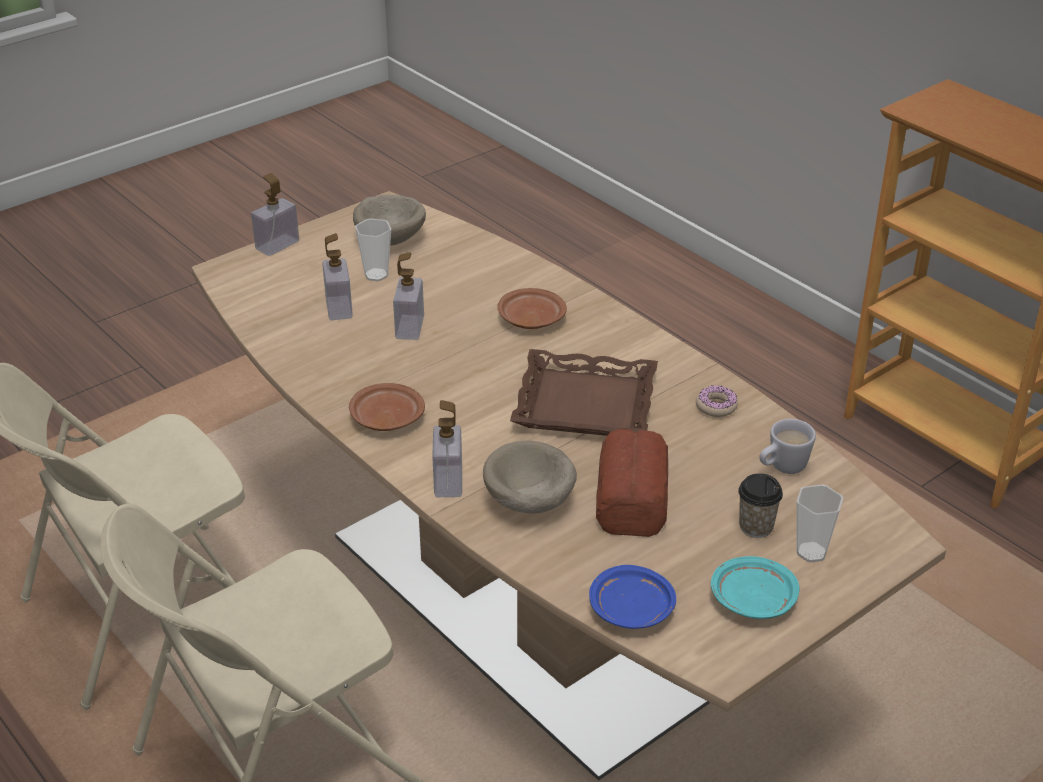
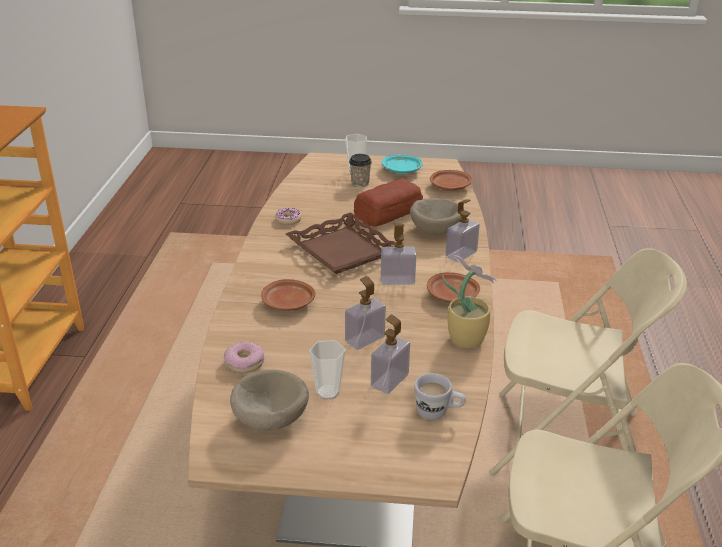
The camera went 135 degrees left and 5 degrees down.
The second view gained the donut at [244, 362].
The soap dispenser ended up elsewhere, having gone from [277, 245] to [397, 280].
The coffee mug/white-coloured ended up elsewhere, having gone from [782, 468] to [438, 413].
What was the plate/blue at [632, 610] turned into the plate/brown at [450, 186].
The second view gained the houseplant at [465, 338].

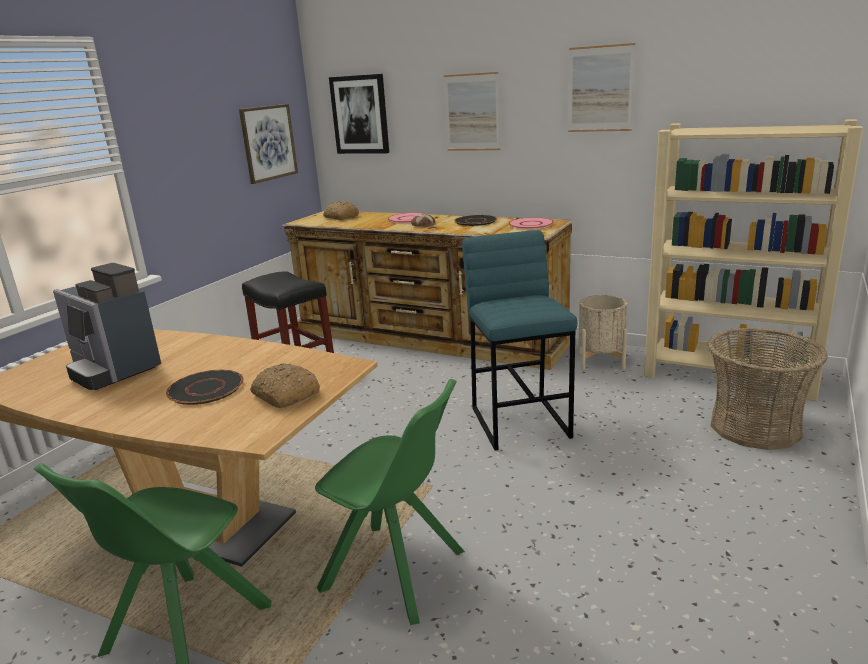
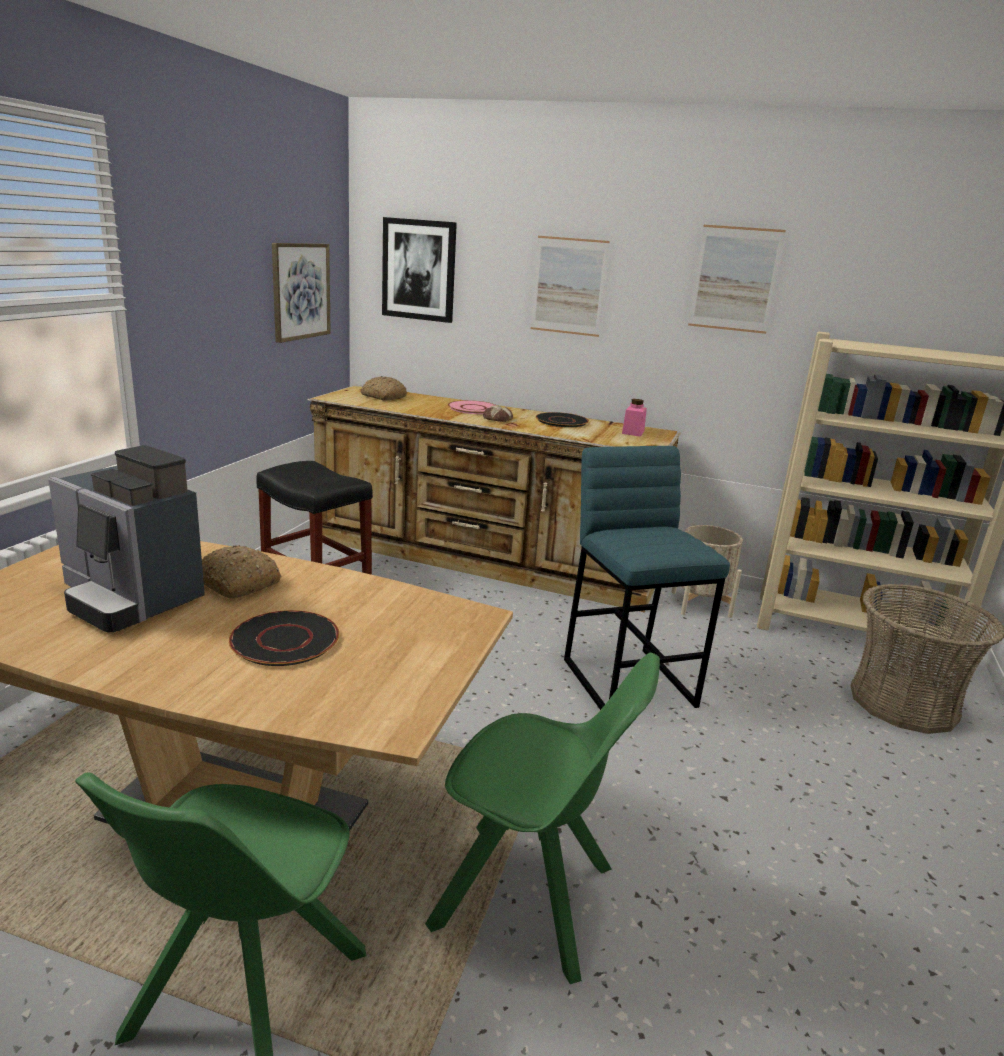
The camera went 10 degrees left and 0 degrees up.
The baked bread ended up elsewhere, having gone from [285, 395] to [236, 583].
Where the plate/pink-coloured stood at [530, 224], the preserve jar/pink-coloured came to stand at [633, 432].

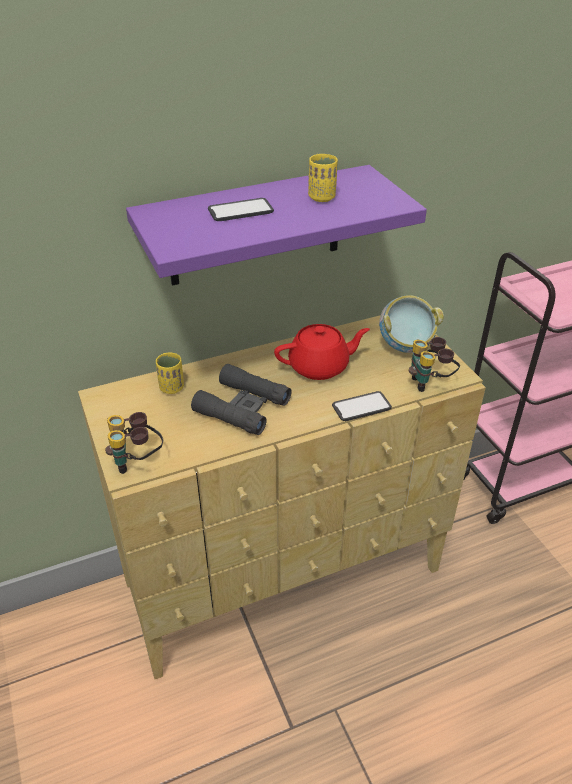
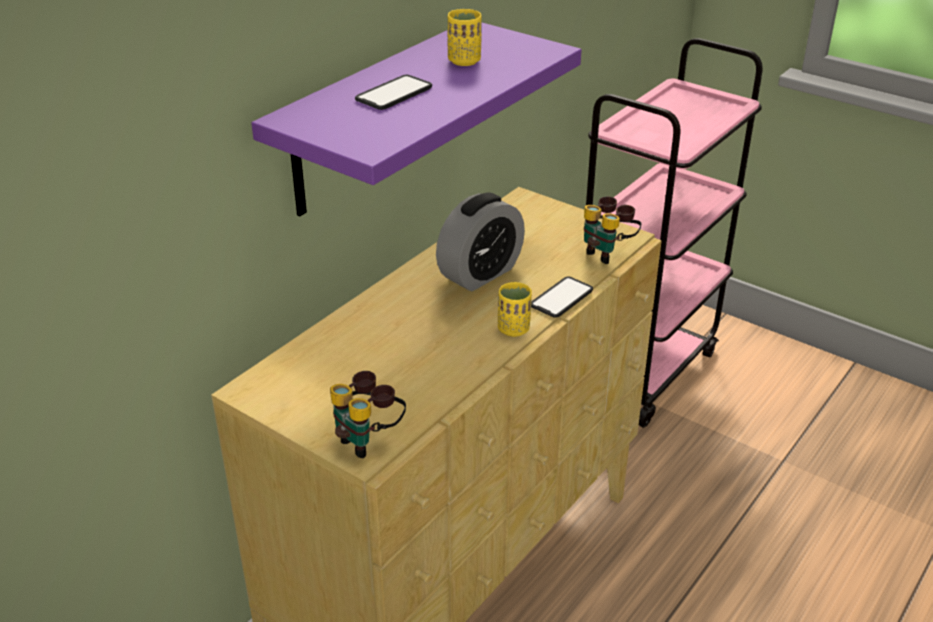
The camera went 30 degrees left and 5 degrees down.
Where the teapot/red-coloured stood at [320, 367], the alarm clock came to stand at [480, 273].
The cup/yellow-coloured ended up elsewhere, having gone from [172, 388] to [513, 329].
The second view lost the pair of binoculars/black-coloured at [242, 407].
The second view lost the serving bowl at [405, 346].

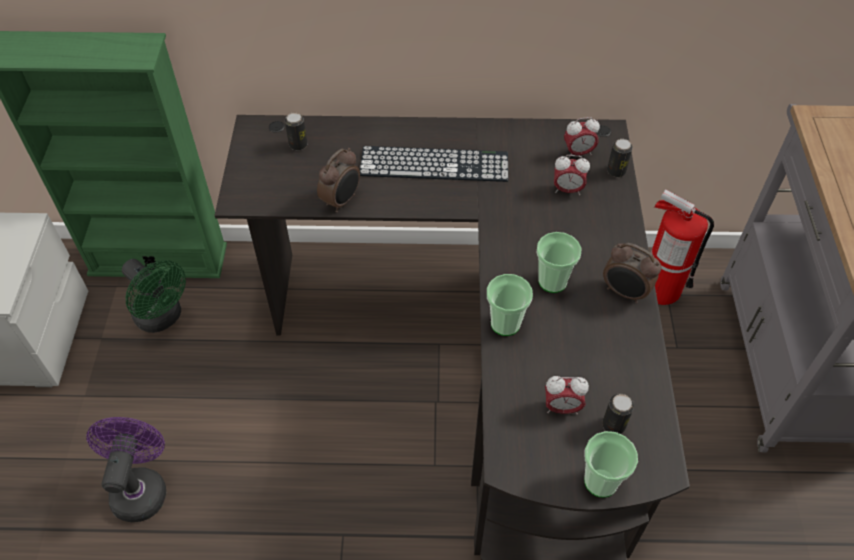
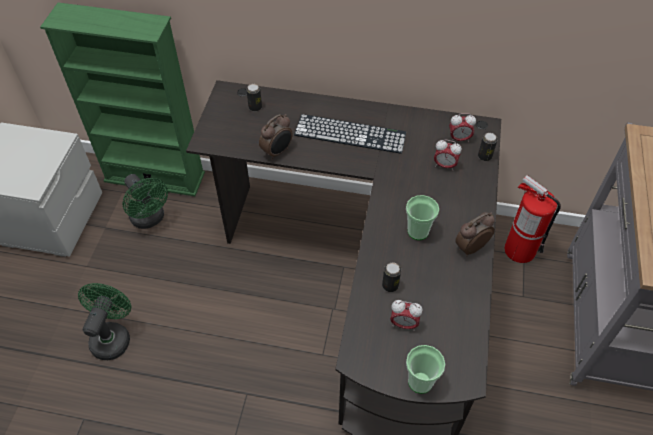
The camera went 10 degrees right and 0 degrees up.
What was the fan/purplish at [141, 487] turned into the fan/green at [113, 336].
The metal can ended up elsewhere, having gone from [613, 425] to [390, 285].
The alarm clock at [624, 292] ended up facing another way, 105 degrees clockwise from before.
The second view lost the cup at [505, 323].

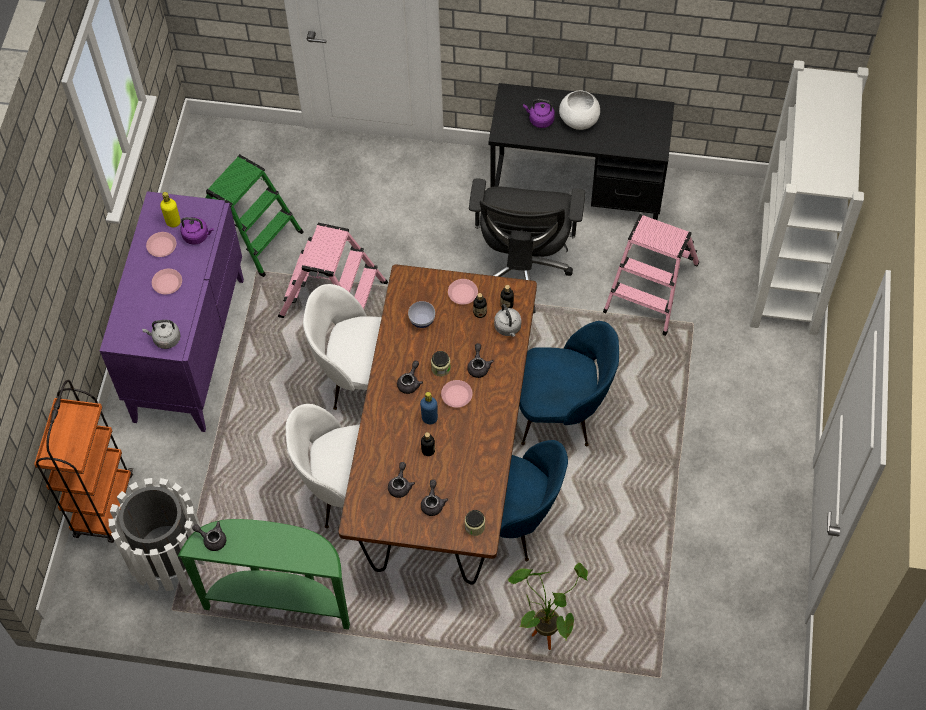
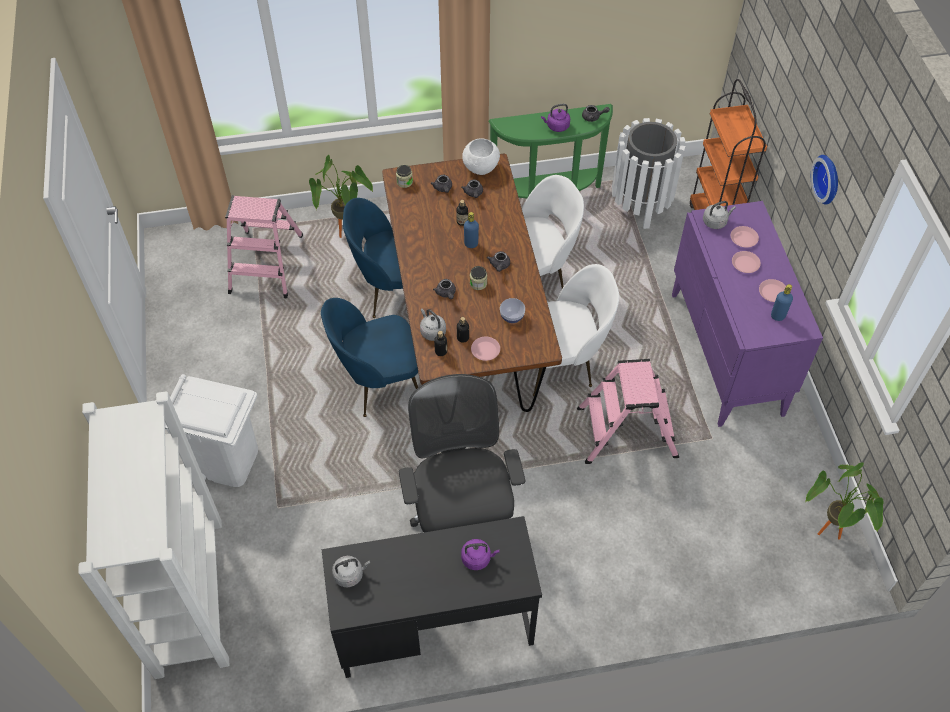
The camera went 160 degrees right and 5 degrees down.
The second view gained the rubbish bin/white-coloured at [227, 461].
The stepladder/pink-coloured ended up elsewhere, having gone from [651, 287] to [266, 263].
The second view gained the kettle/gray at [350, 575].
The serving bowl/white-coloured ended up elsewhere, having gone from [578, 121] to [481, 167].
The kettle/purplish ended up elsewhere, having gone from [197, 236] to [556, 126].
The plate/pink-coloured ended up elsewhere, having gone from [457, 395] to [743, 239].
What was the beverage bottle/yellow-coloured at [173, 222] turned into the beverage bottle/blue at [778, 316].
The second view gained the houseplant at [827, 536].
The second view gained the wall clock at [828, 179].
The second view lost the stepladder/green at [247, 232].

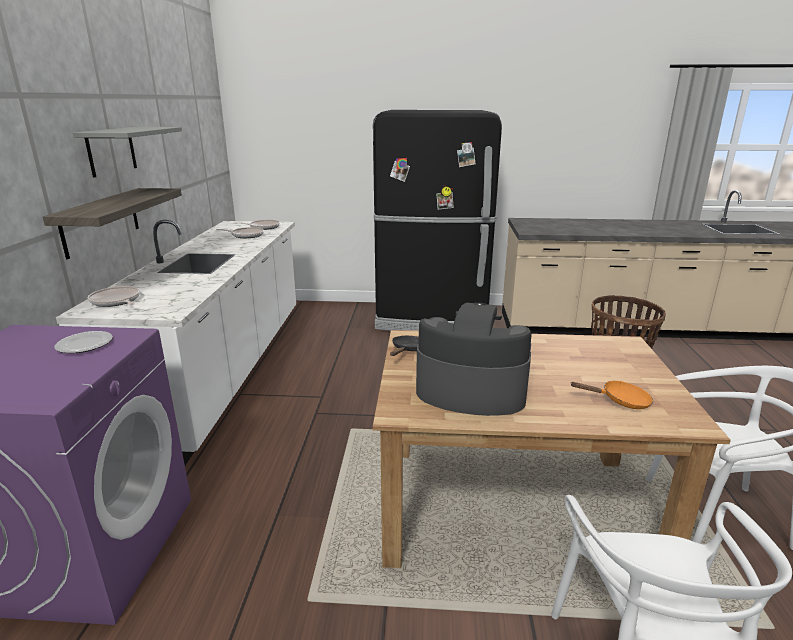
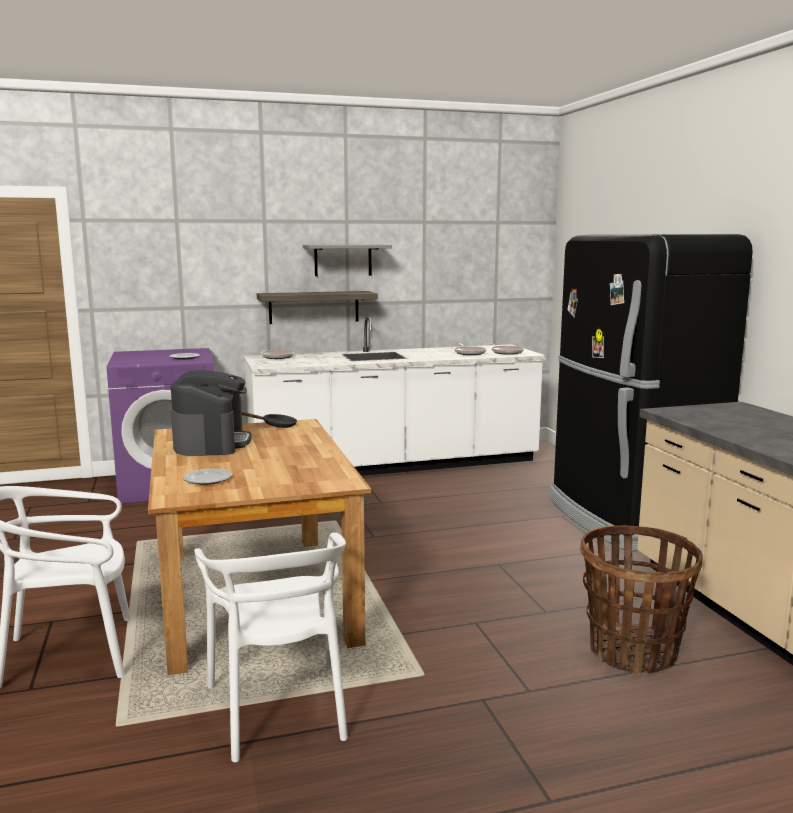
The camera went 70 degrees right and 10 degrees down.
Where the frying pan/orange-coloured stood at [620, 401], the plate came to stand at [207, 479].

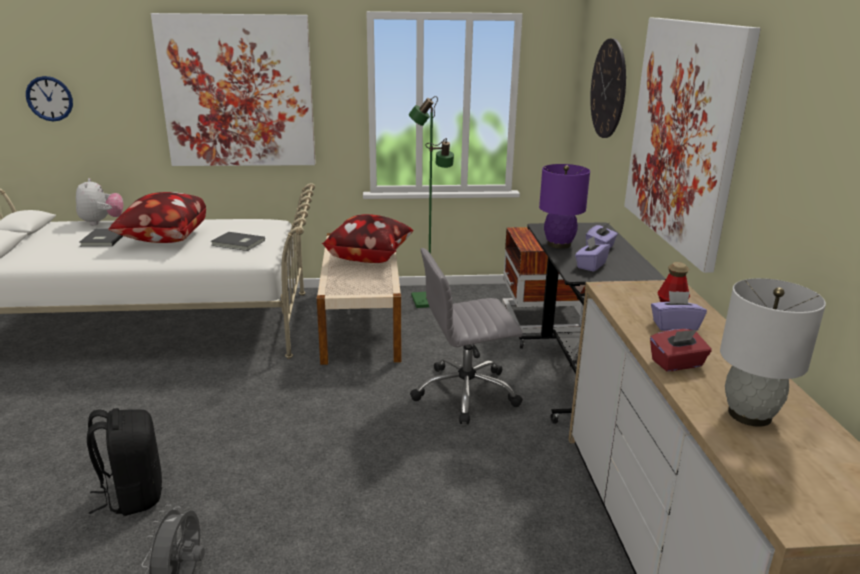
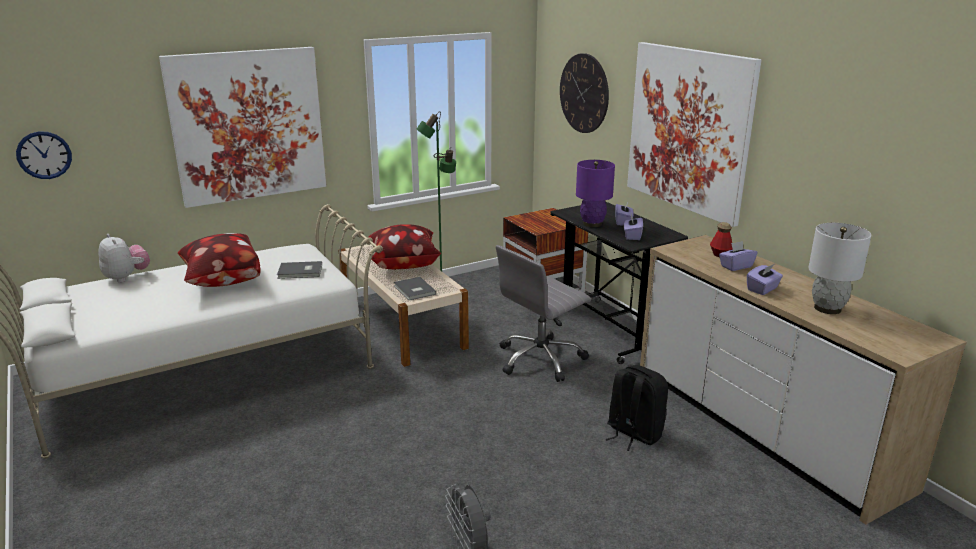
The camera went 25 degrees left and 0 degrees up.
The book/gray ended up elsewhere, having gone from [103, 239] to [414, 290].
The rucksack/black-coloured ended up elsewhere, having gone from [133, 495] to [633, 433].
What was the tissue box/red-coloured at [677, 364] turned into the tissue box/purplish at [762, 289].

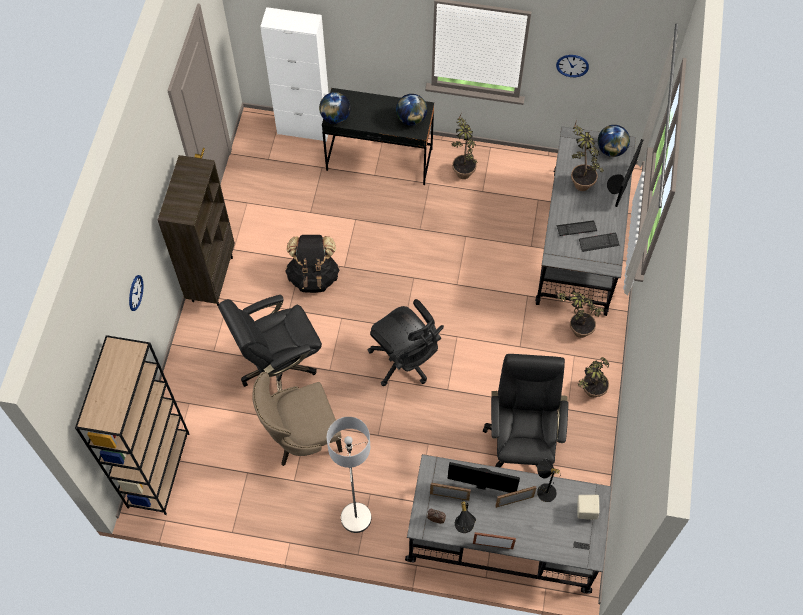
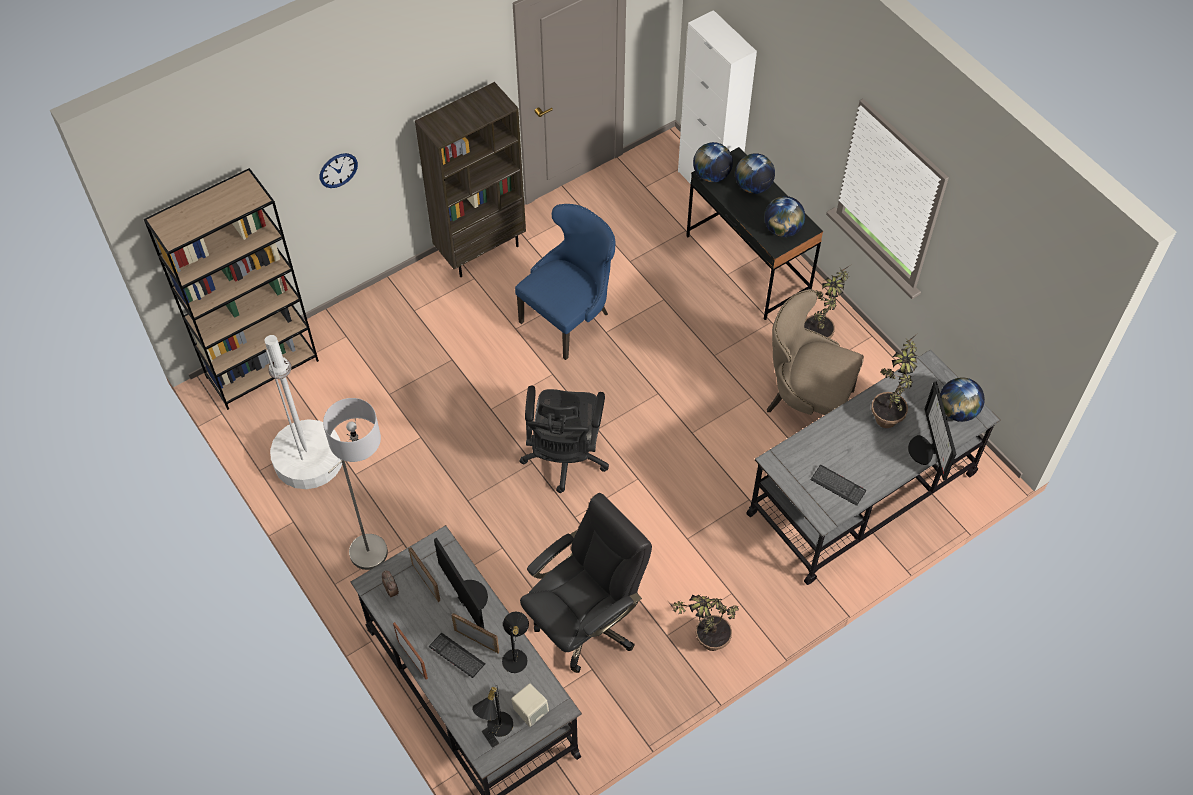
The camera went 45 degrees right and 5 degrees down.
The second view gained the standing lamp/white-coloured at [308, 459].
The PC keyboard ended up elsewhere, having gone from [576, 228] to [457, 656].
The lamp for a table/black-coloured ended up elsewhere, having gone from [464, 527] to [495, 727].
Where the rucksack/black-coloured stood at [313, 276], the chair/blue came to stand at [569, 318].
The second view gained the world globe at [753, 186].
The chair/beige-coloured ended up elsewhere, having gone from [301, 438] to [805, 403].
The computer display at [618, 185] ended up facing another way, 75 degrees counterclockwise from before.
The second view lost the office chair/black-coloured at [279, 367].
The second view lost the houseplant at [575, 329].
The second view lost the wall clock at [572, 65].

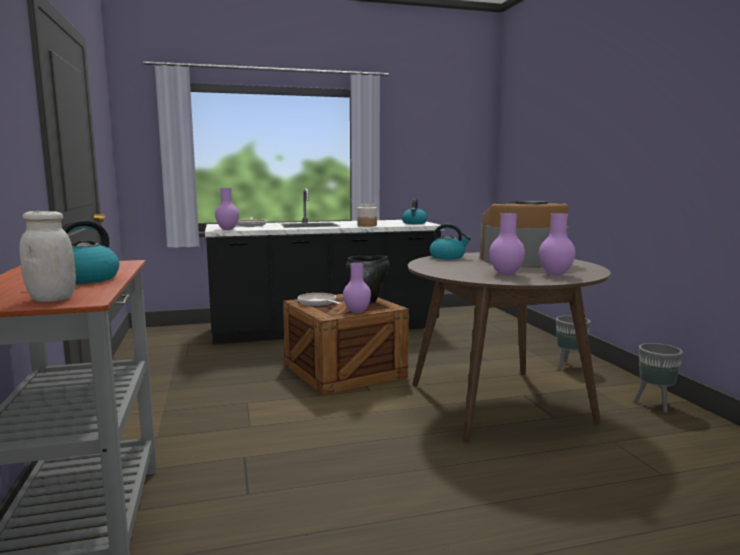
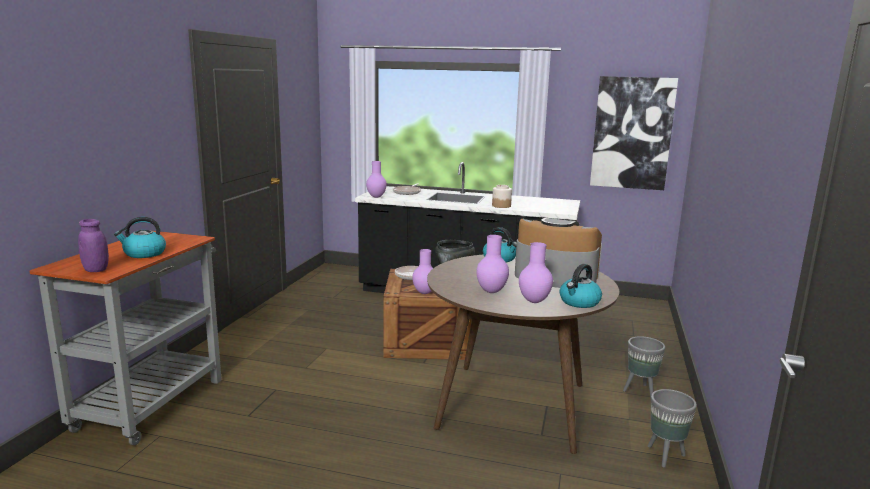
The camera went 30 degrees right and 5 degrees up.
What was the preserve jar/white-coloured at [52, 299] turned into the preserve jar/purplish at [96, 270].
The kettle ended up elsewhere, having gone from [414, 223] to [579, 302].
The second view gained the wall picture at [632, 133].

